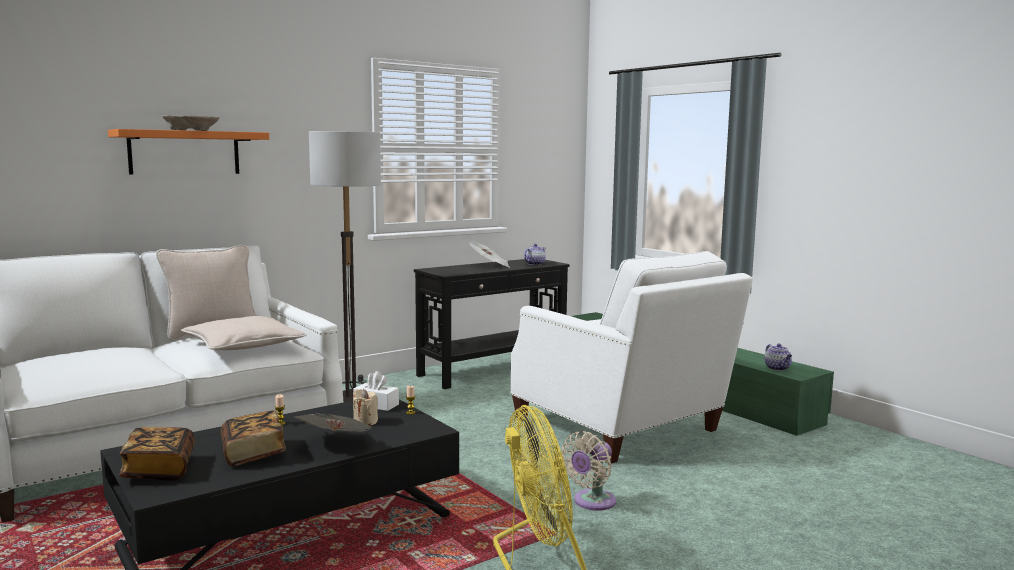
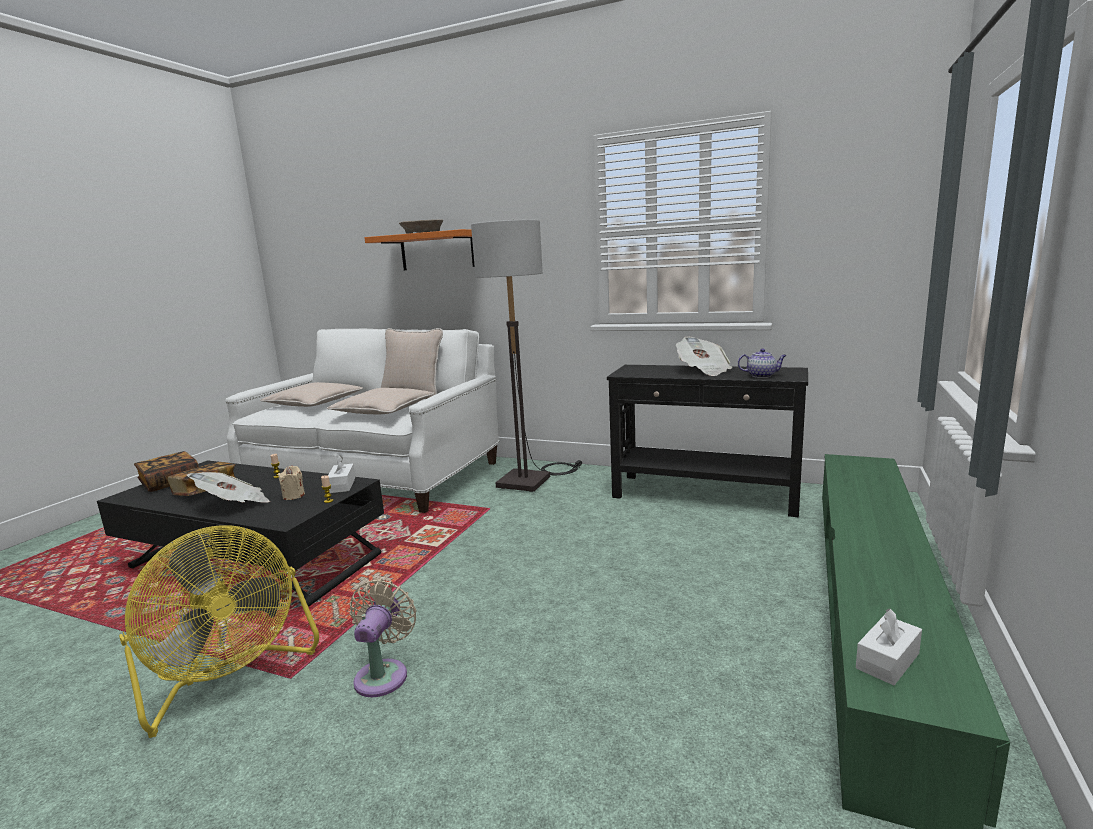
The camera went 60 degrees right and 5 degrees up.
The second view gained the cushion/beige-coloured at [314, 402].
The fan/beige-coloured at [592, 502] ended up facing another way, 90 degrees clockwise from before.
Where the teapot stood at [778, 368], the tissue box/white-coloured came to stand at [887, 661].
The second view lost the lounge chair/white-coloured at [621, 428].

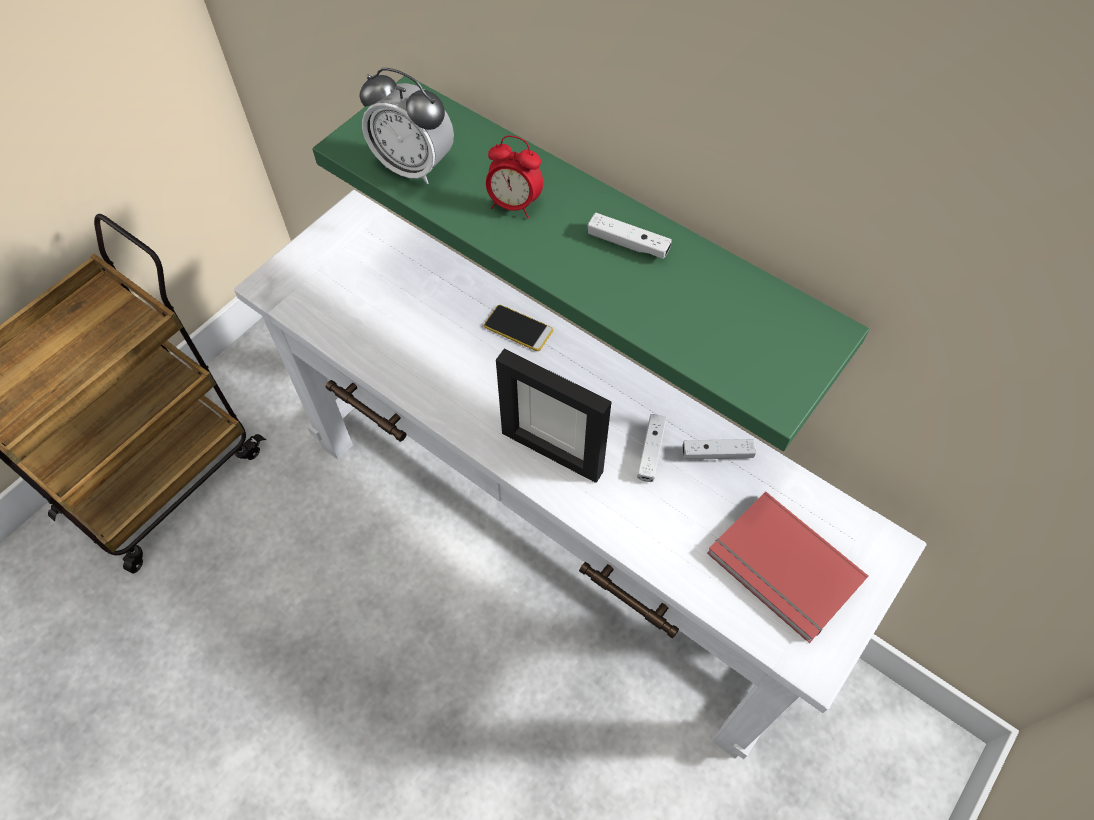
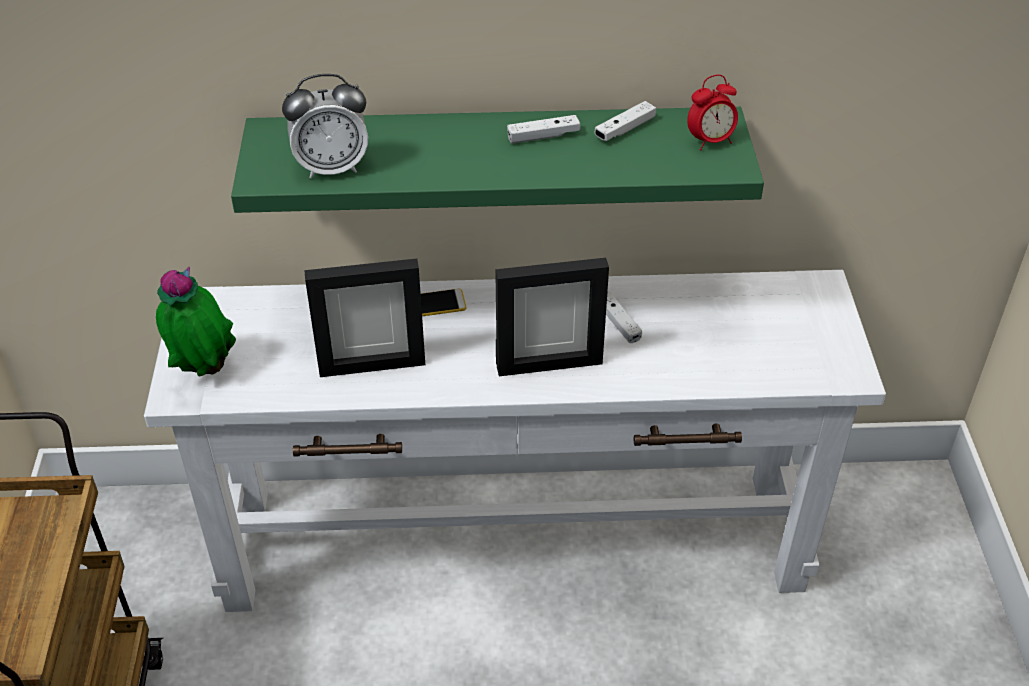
The camera went 40 degrees left and 15 degrees down.
The second view gained the houseplant at [203, 370].
The second view gained the picture frame at [372, 364].
The game controller/white-coloured ended up elsewhere, having gone from [717, 453] to [625, 129].
The alarm clock ended up elsewhere, having gone from [514, 205] to [710, 141].
The second view lost the book/red-coloured at [782, 570].

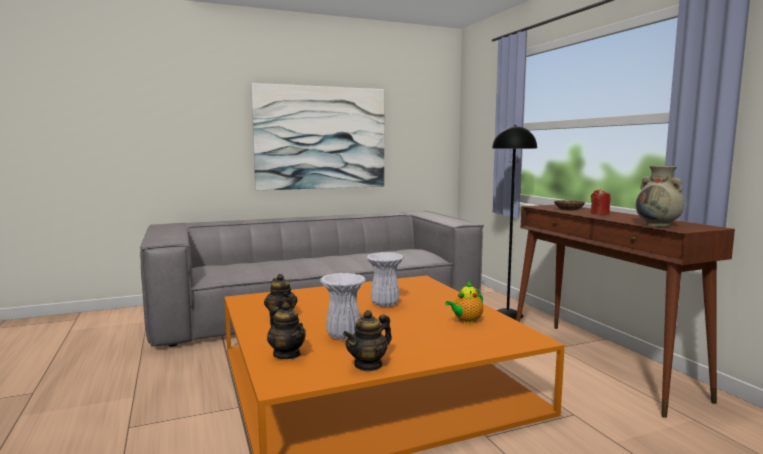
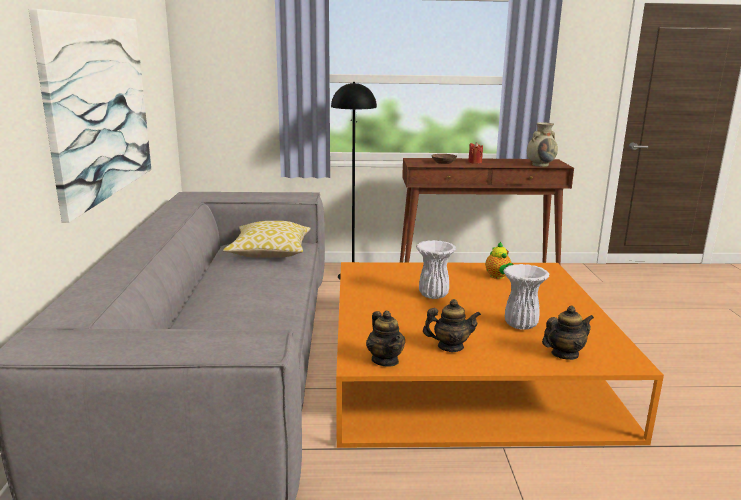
The camera went 70 degrees left and 10 degrees up.
The second view gained the cushion at [269, 252].
The teapot ended up elsewhere, having gone from [368, 365] to [385, 360].

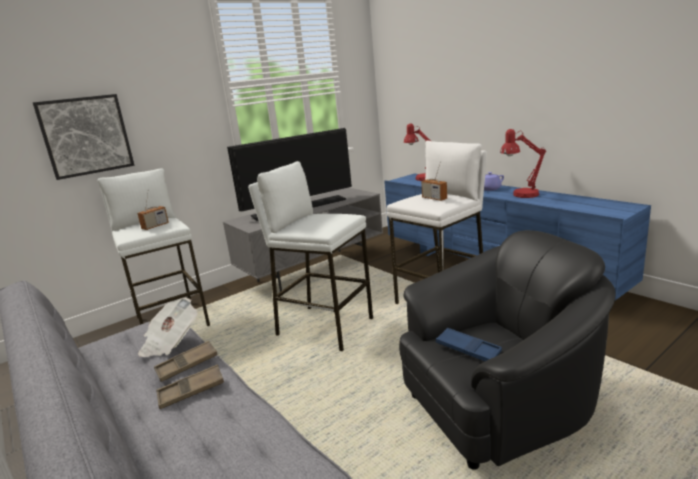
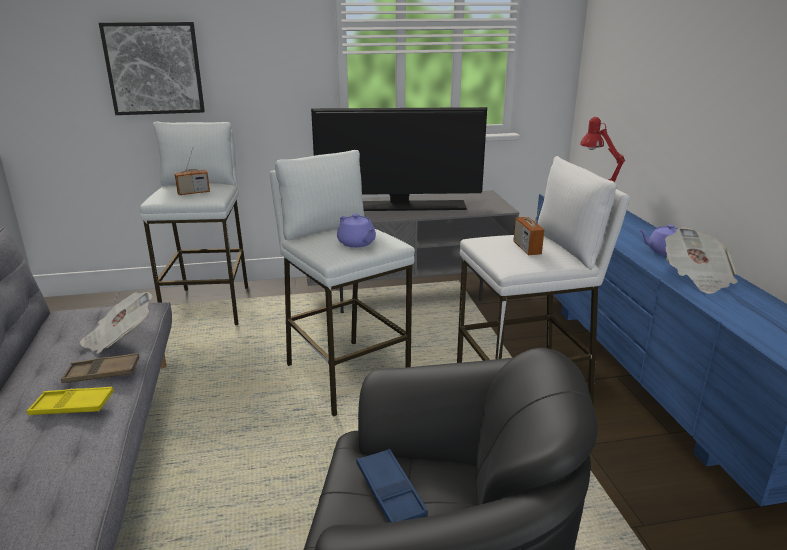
The camera went 25 degrees right and 5 degrees up.
What was the carrying tray/brown at [191, 391] turned into the carrying tray/yellow-coloured at [72, 406].
The second view gained the teapot/purplish at [357, 243].
Where the lamp for a table/red-coloured stood at [521, 195], the printed paper came to stand at [696, 278].

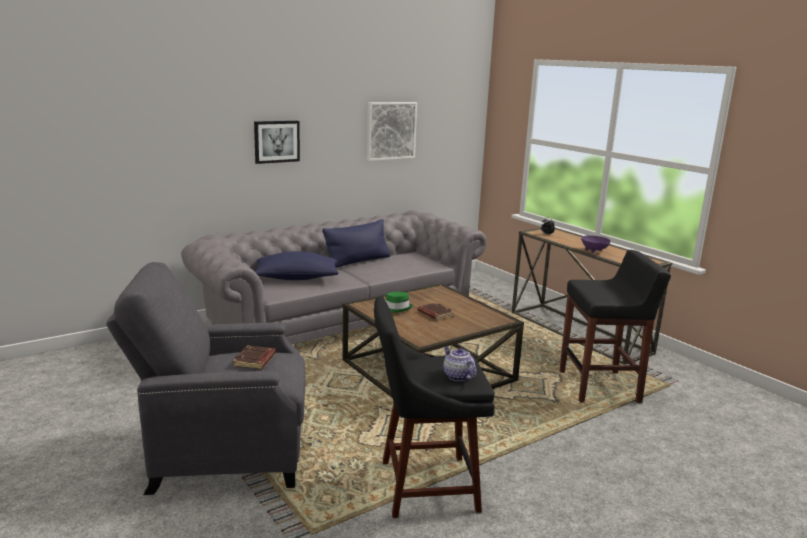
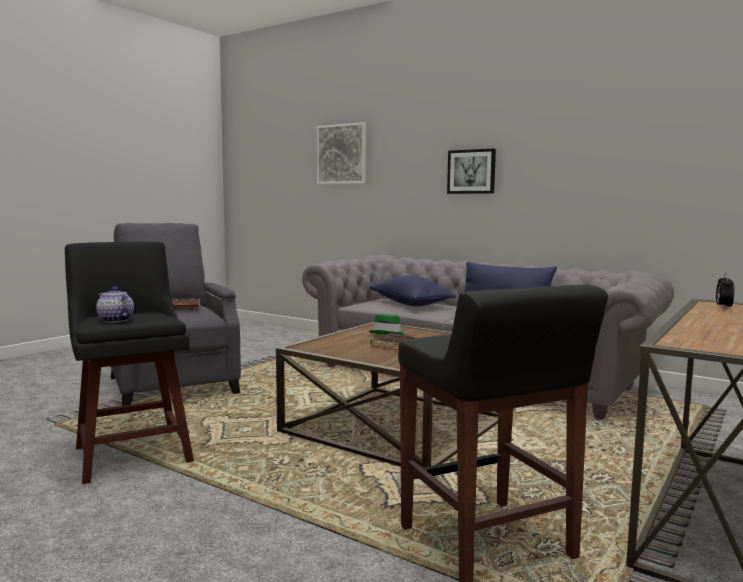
The camera went 70 degrees right and 10 degrees down.
The teapot at [457, 376] ended up facing another way, 90 degrees counterclockwise from before.
The wall picture ended up elsewhere, having gone from [391, 130] to [342, 154].
The second view lost the serving bowl/purplish at [594, 251].

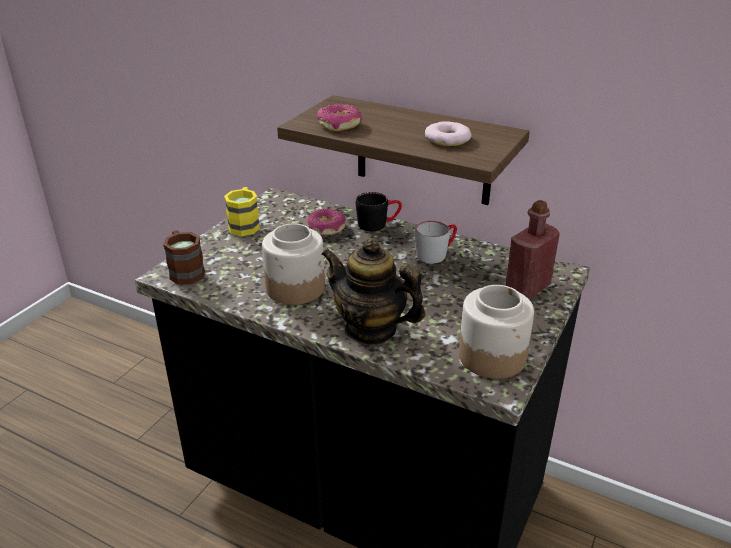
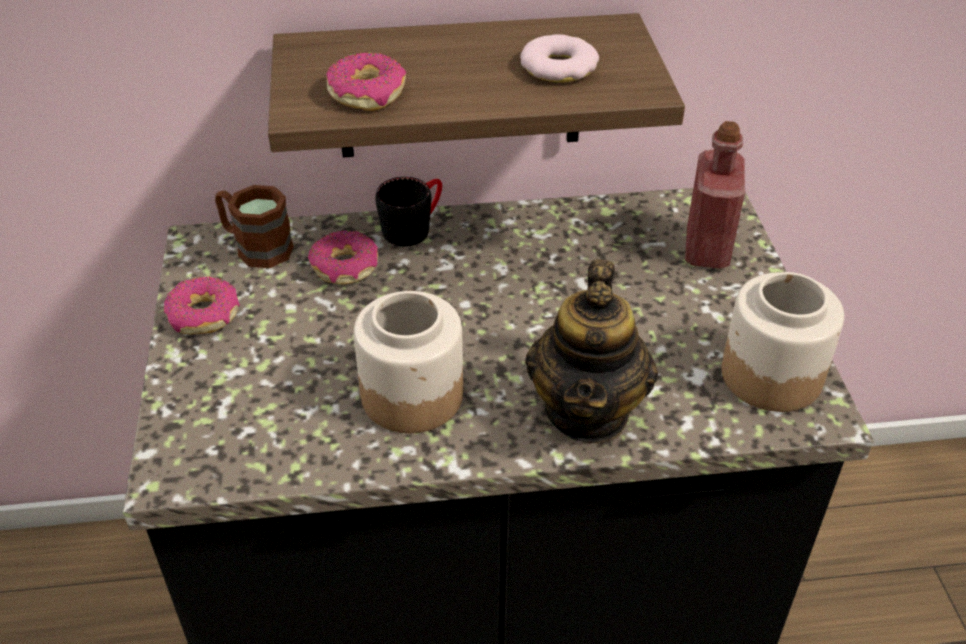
The camera went 35 degrees left and 10 degrees up.
Where the coffee mug/yellow-coloured stood at [245, 224], the donut came to stand at [204, 315].
The coffee mug/brown ended up elsewhere, having gone from [185, 271] to [256, 247].
The teapot at [371, 329] ended up facing another way, 75 degrees counterclockwise from before.
The second view lost the coffee mug/gray at [436, 253].

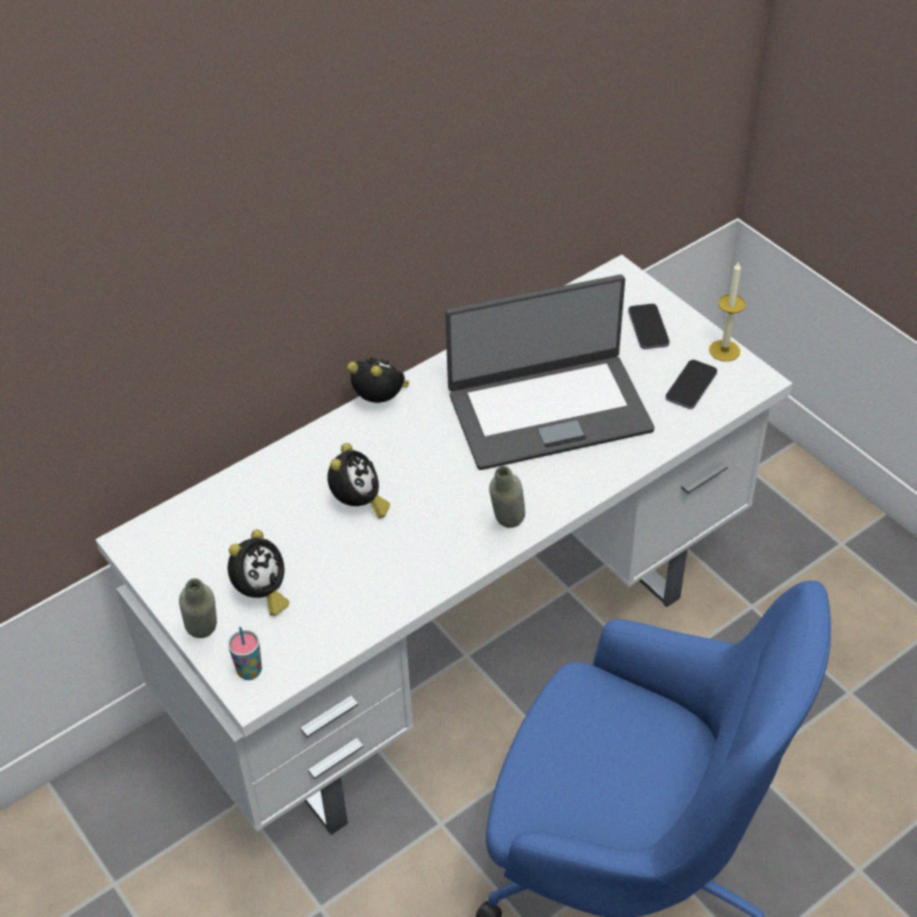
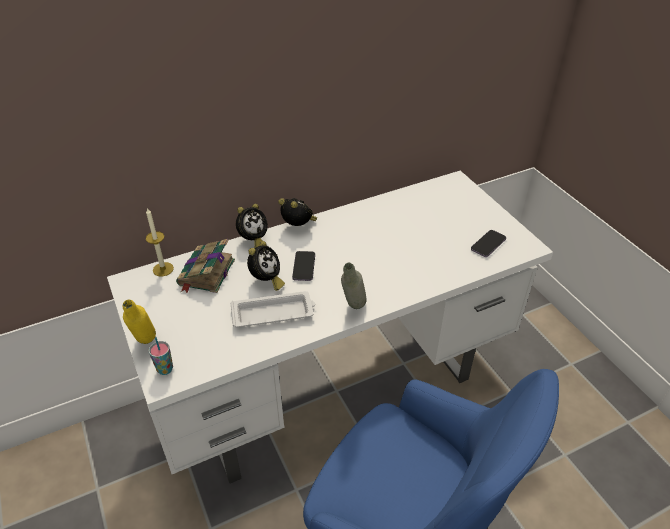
The camera went 10 degrees right and 5 degrees down.
What was the beverage bottle/gray at [206, 640] turned into the beverage bottle/yellow-coloured at [146, 345].
The wax candle ended up elsewhere, having gone from [724, 350] to [163, 269].
The second view gained the book at [206, 273].
The second view gained the carrying tray/white-coloured at [274, 313].
The alarm clock ended up elsewhere, having gone from [261, 594] to [253, 241].
The phone ended up elsewhere, having gone from [648, 328] to [304, 267].
The second view lost the portable computer at [548, 410].

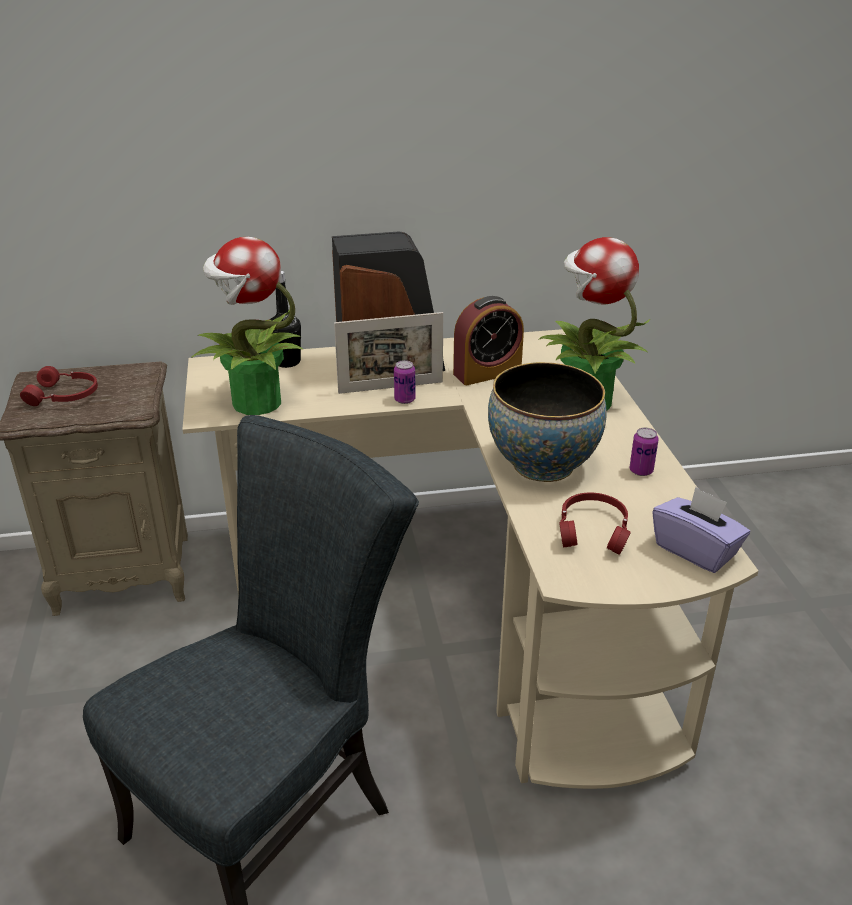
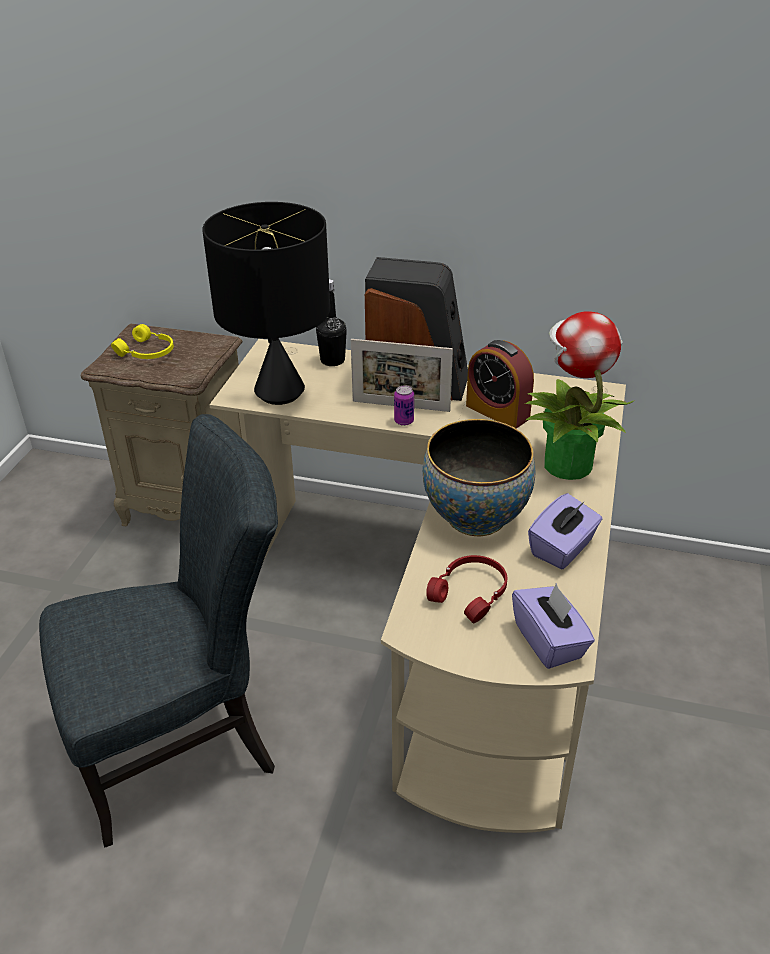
The camera went 25 degrees right and 5 degrees up.
What was the headphones/red-coloured at [64, 396] turned into the headphones/yellow-coloured at [147, 352].
Where the houseplant stood at [255, 403], the lamp for a table/black-coloured came to stand at [280, 394].
The alarm clock at [487, 373] ended up facing another way, 45 degrees clockwise from before.
Where the metal can stood at [641, 471], the tissue box/purplish came to stand at [562, 548].

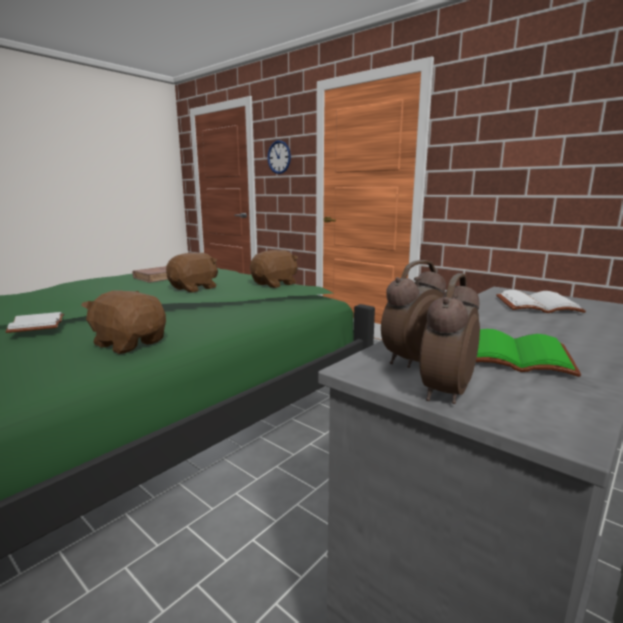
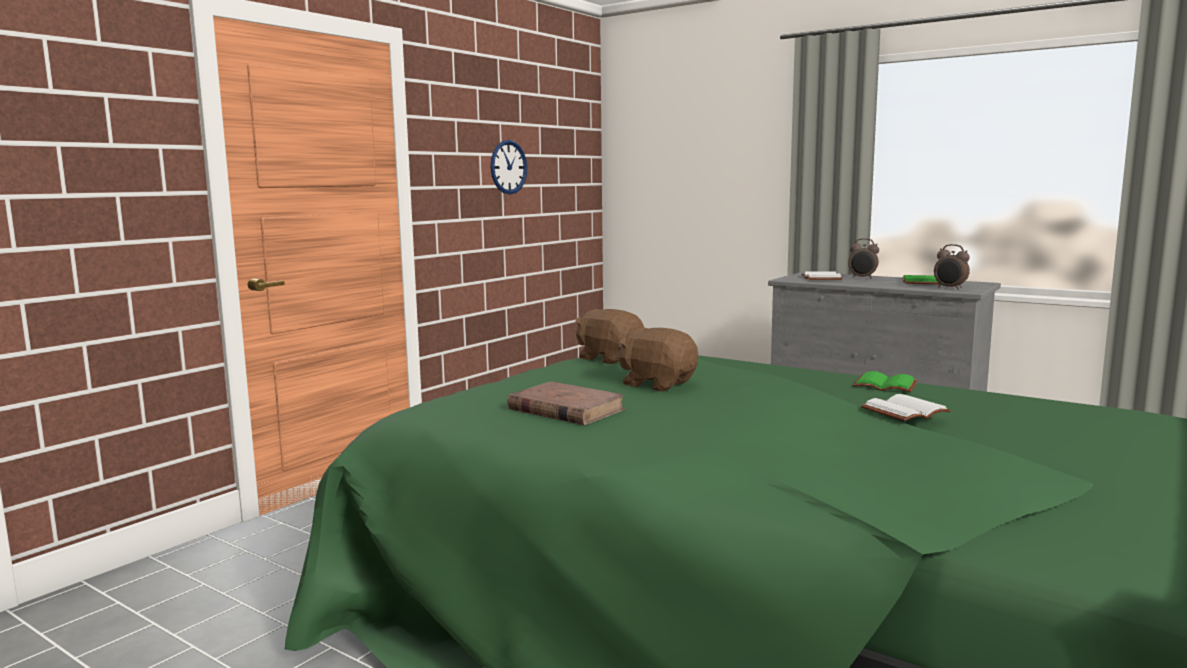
The camera went 95 degrees left and 5 degrees down.
The wall clock ended up elsewhere, having gone from [279, 157] to [508, 167].
The alarm clock ended up elsewhere, having gone from [444, 393] to [862, 278].
Where the cuddly toy/brown stood at [130, 343], the book/green came to stand at [886, 385].

